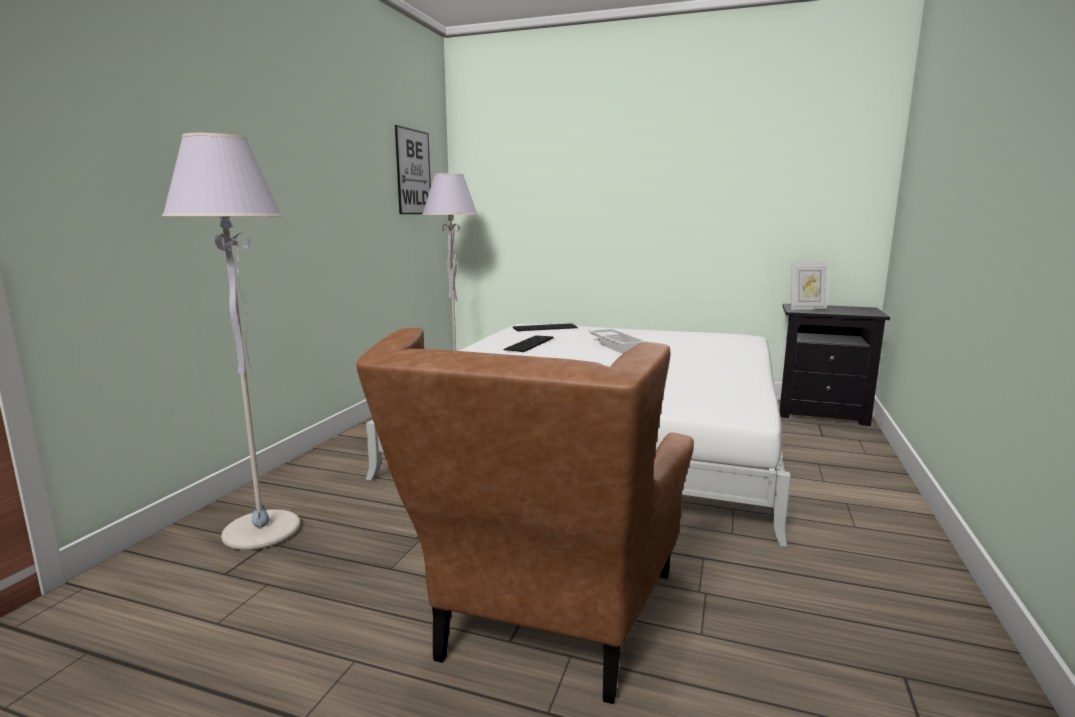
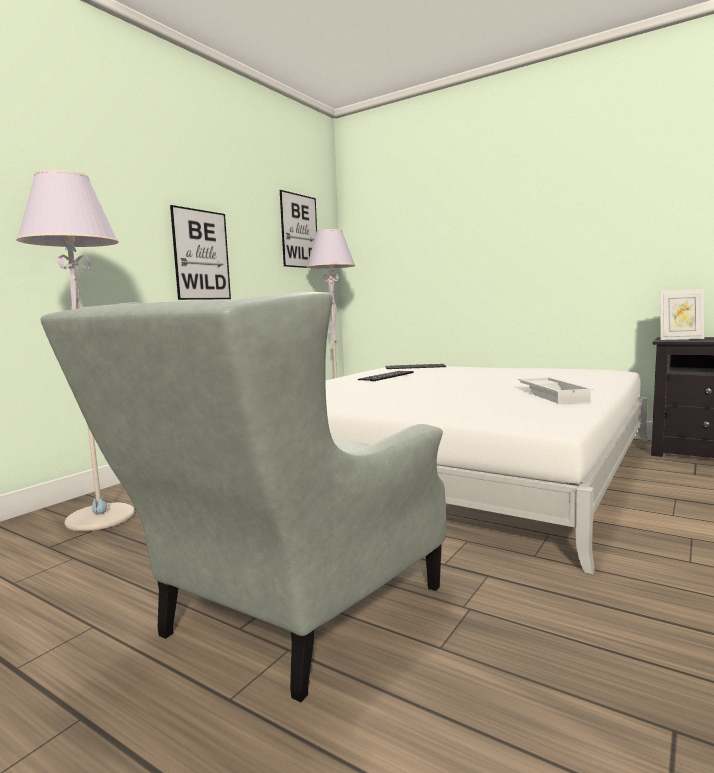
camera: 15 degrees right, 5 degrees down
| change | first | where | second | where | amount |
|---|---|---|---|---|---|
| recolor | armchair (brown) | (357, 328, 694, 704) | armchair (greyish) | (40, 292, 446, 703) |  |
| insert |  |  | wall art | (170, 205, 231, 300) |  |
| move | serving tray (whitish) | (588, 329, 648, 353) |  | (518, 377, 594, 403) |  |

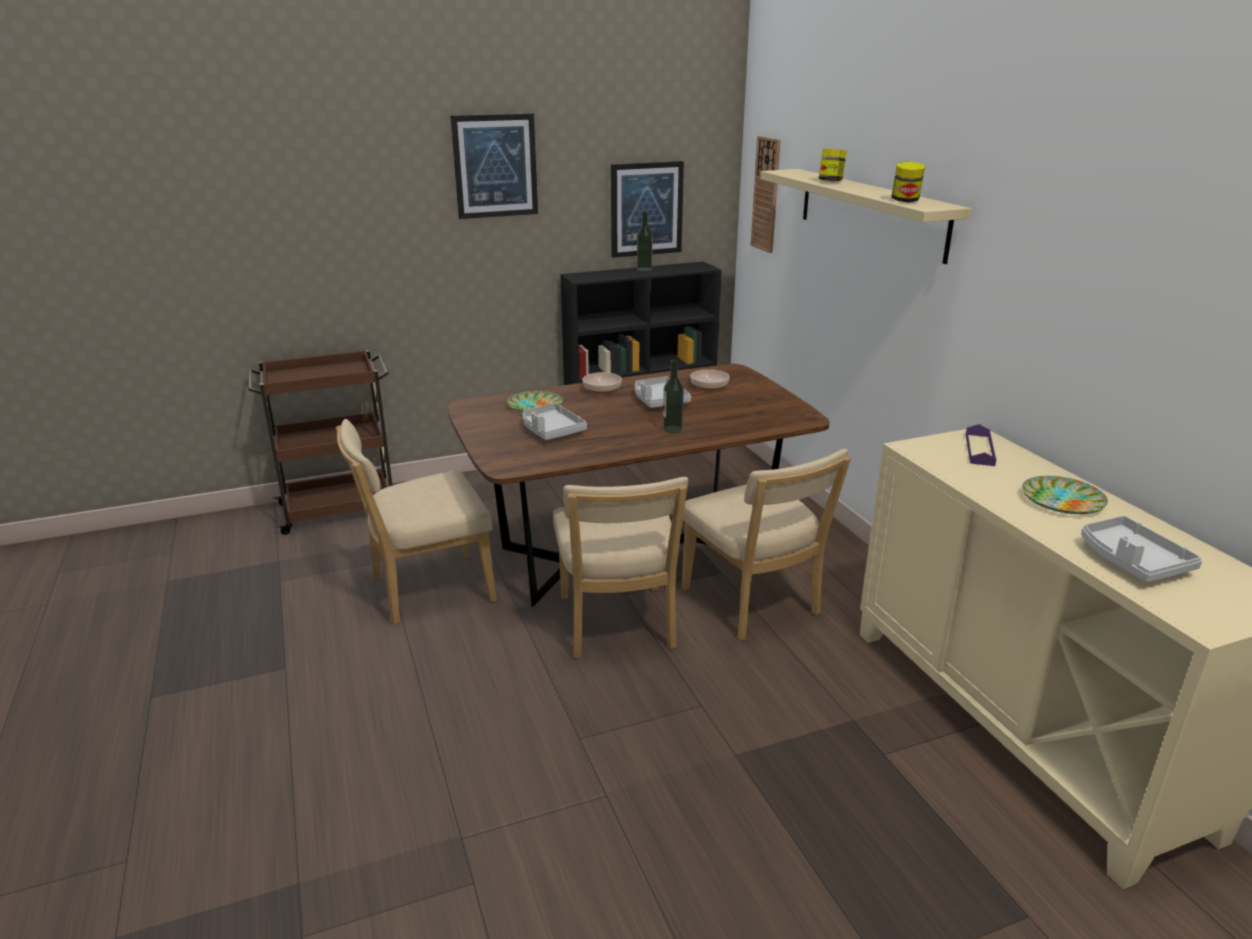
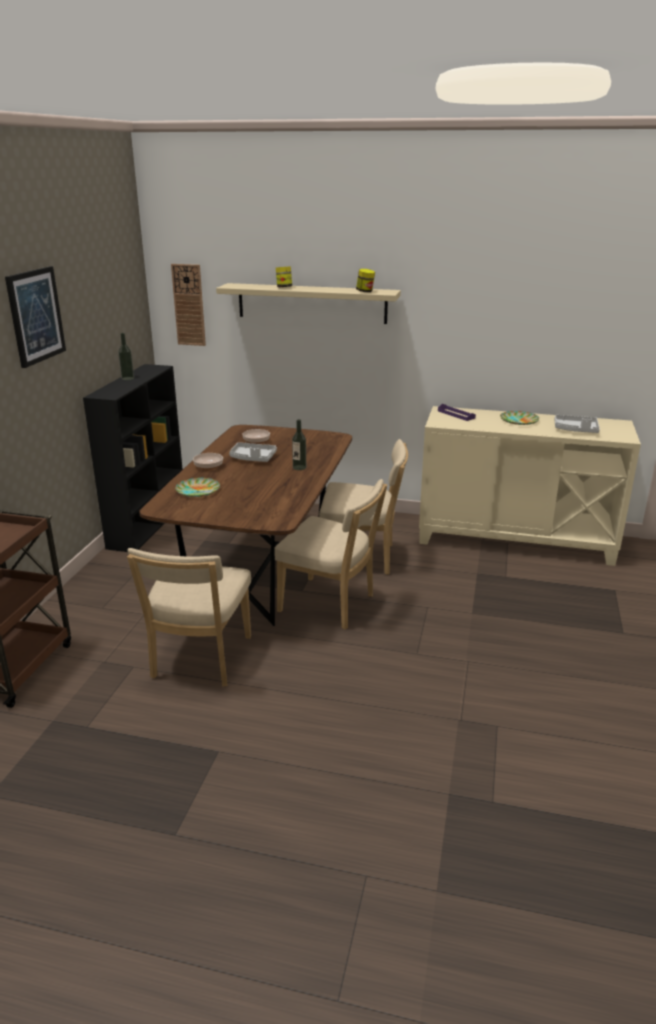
camera: 55 degrees left, 0 degrees up
| change | first | where | second | where | amount |
|---|---|---|---|---|---|
| delete | serving tray (greyish) | (523, 403, 587, 440) |  |  |  |
| delete | wall art | (611, 161, 684, 258) |  |  |  |

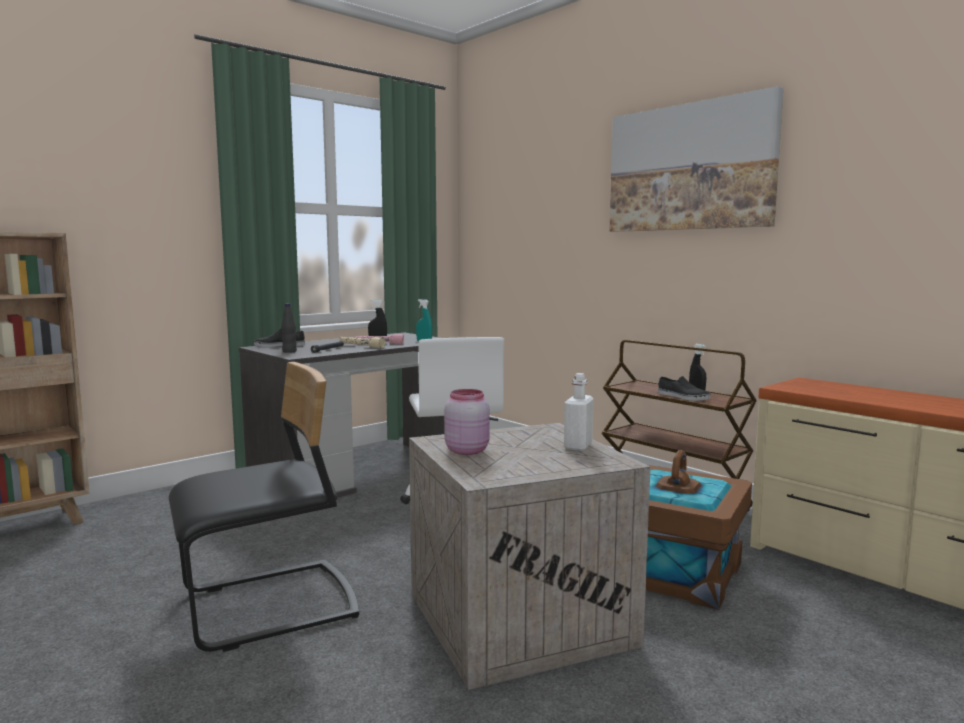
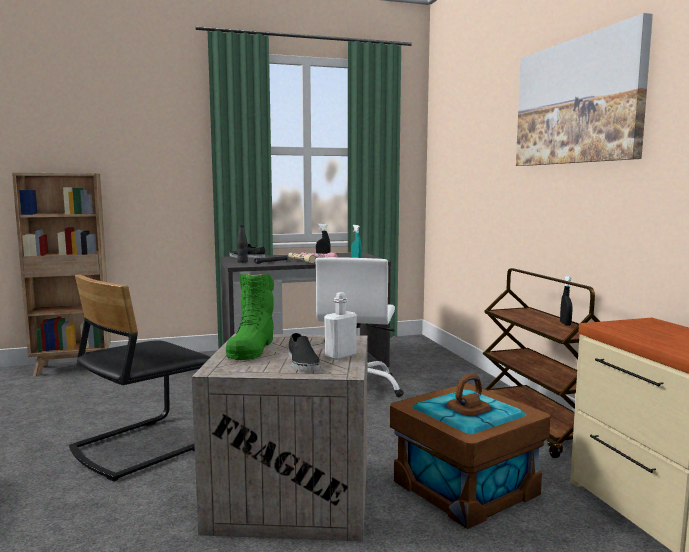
camera: 25 degrees right, 0 degrees up
| change | first | where | second | where | amount |
|---|---|---|---|---|---|
| rotate | chair (blackish) | (169, 362, 359, 652) |  | (69, 275, 211, 482) | 135 degrees clockwise |
| replace | storage jar (pink-coloured) | (444, 389, 490, 455) | boot (green) | (226, 273, 274, 360) |  |
| move | item of footwear (blackish) | (658, 376, 711, 401) |  | (288, 333, 320, 371) |  |

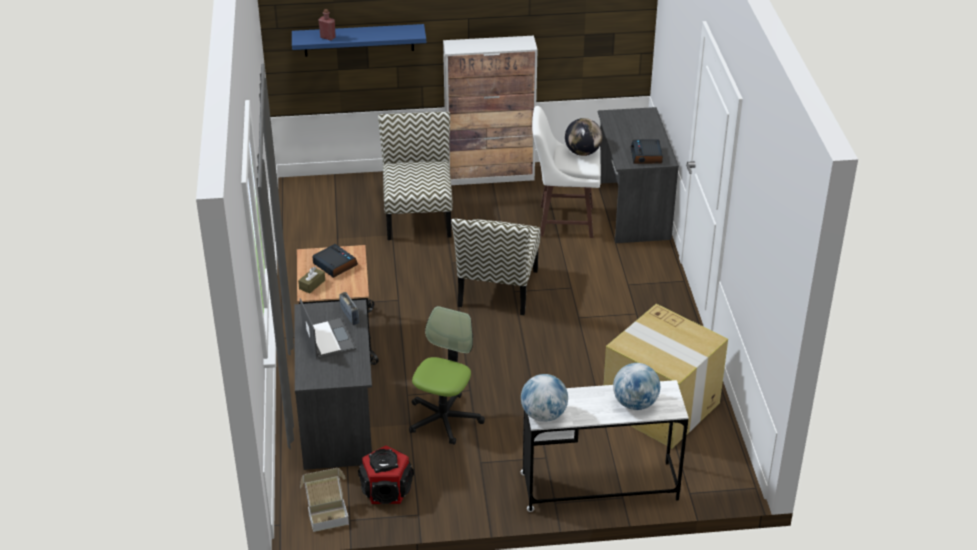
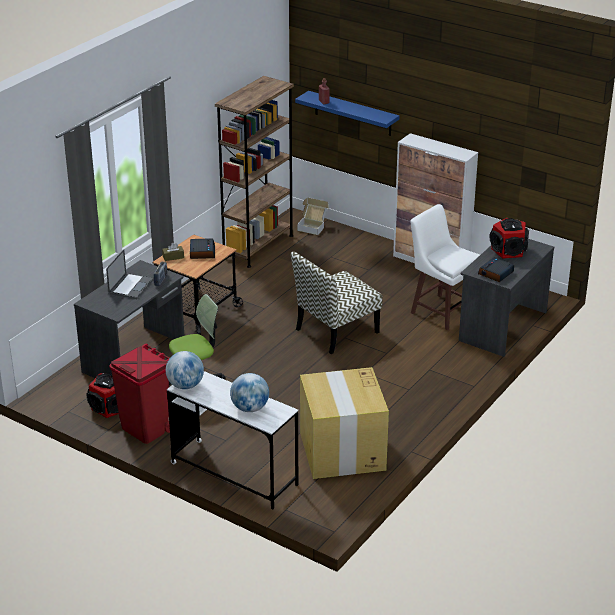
camera: 40 degrees right, 5 degrees down
| change | first | where | second | where | amount |
|---|---|---|---|---|---|
| insert |  |  | trash can (red) | (109, 343, 170, 444) |  |
| insert |  |  | shelving unit (brown) | (215, 76, 294, 268) |  |
| move | carton | (300, 468, 349, 532) |  | (297, 198, 329, 235) |  |
| insert |  |  | audio speaker | (489, 218, 529, 259) |  |
| delete | chair | (378, 112, 452, 240) |  |  |  |
| delete | globe | (565, 118, 602, 156) |  |  |  |

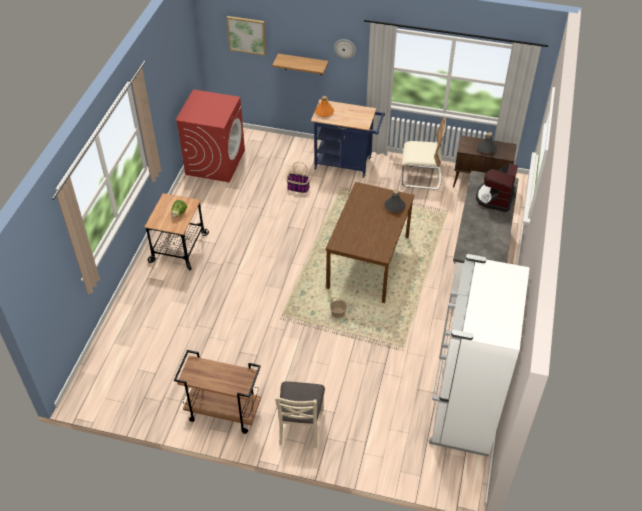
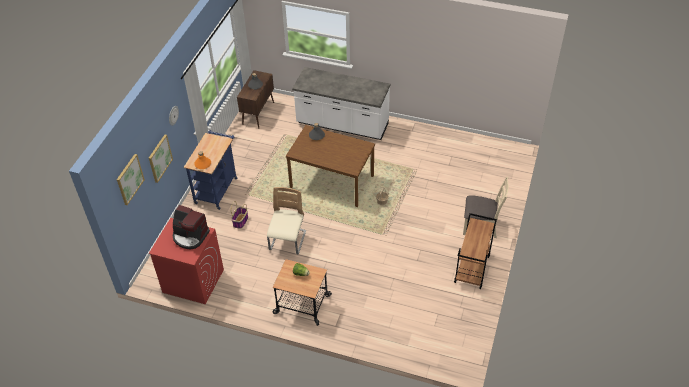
camera: 85 degrees left, 0 degrees up
| change | first | where | second | where | amount |
|---|---|---|---|---|---|
| replace | wall shelf | (272, 54, 328, 75) | wall art | (149, 135, 173, 183) |  |
| move | coffee machine | (476, 163, 518, 212) |  | (173, 205, 210, 250) |  |
| move | chair (beige-coloured) | (402, 116, 446, 190) |  | (267, 187, 306, 254) |  |
| delete | fridge (whitish) | (429, 254, 530, 457) |  |  |  |

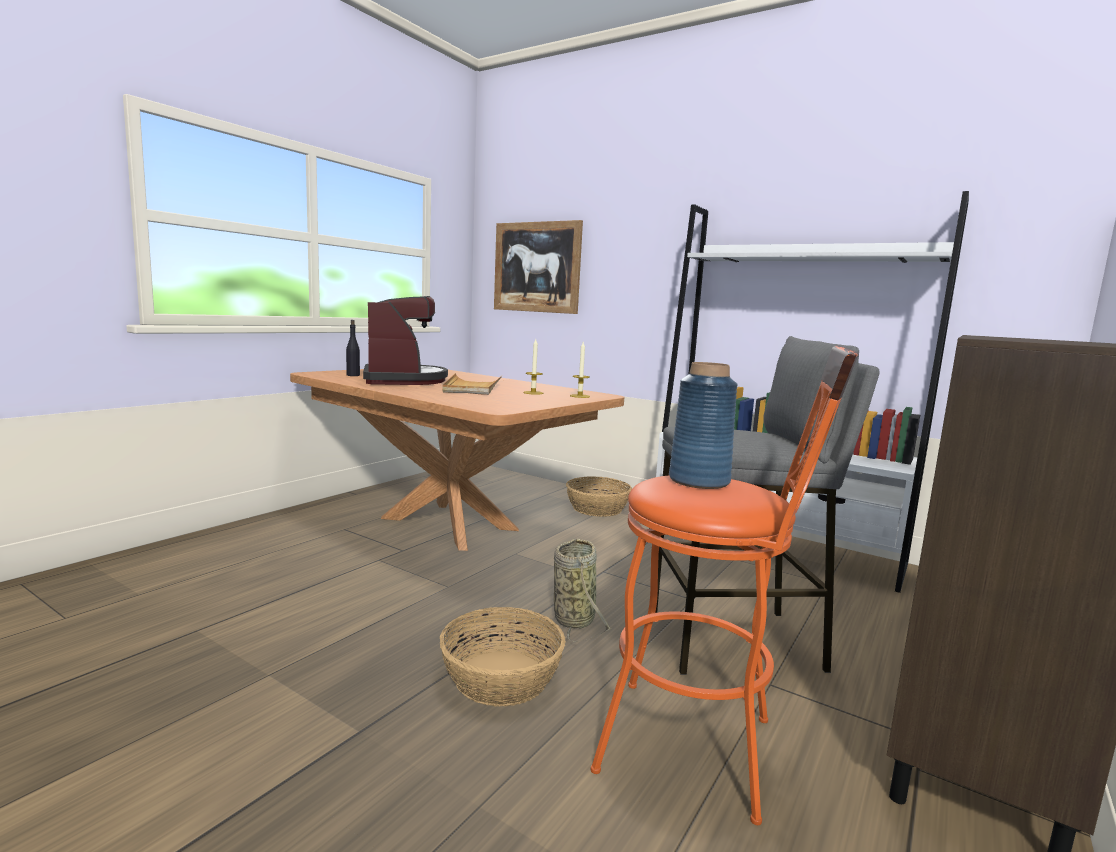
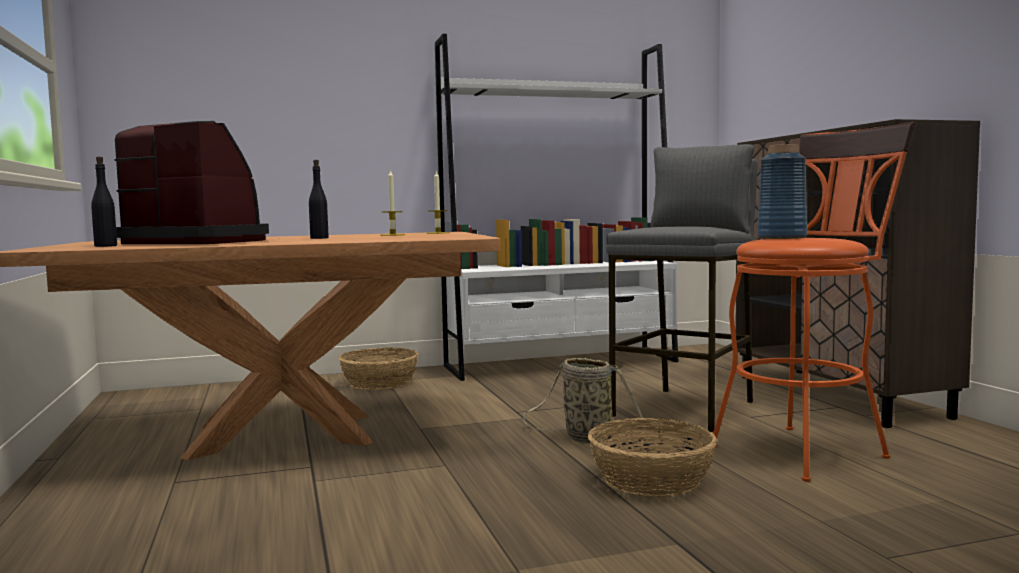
camera: 50 degrees left, 5 degrees down
| change | first | where | second | where | amount |
|---|---|---|---|---|---|
| replace | serving tray (beige-coloured) | (442, 373, 502, 395) | beverage bottle (blackish) | (309, 160, 329, 239) |  |
| delete | wall art | (494, 220, 583, 314) |  |  |  |

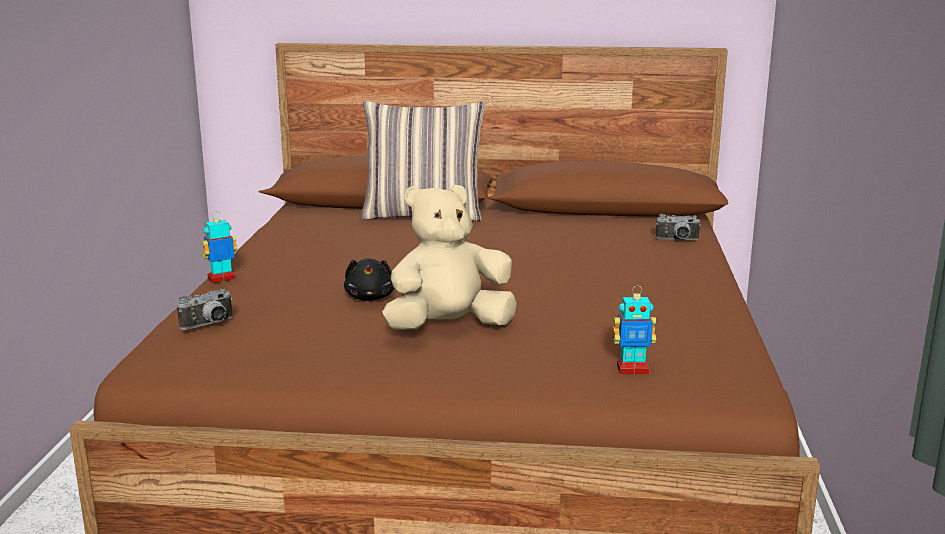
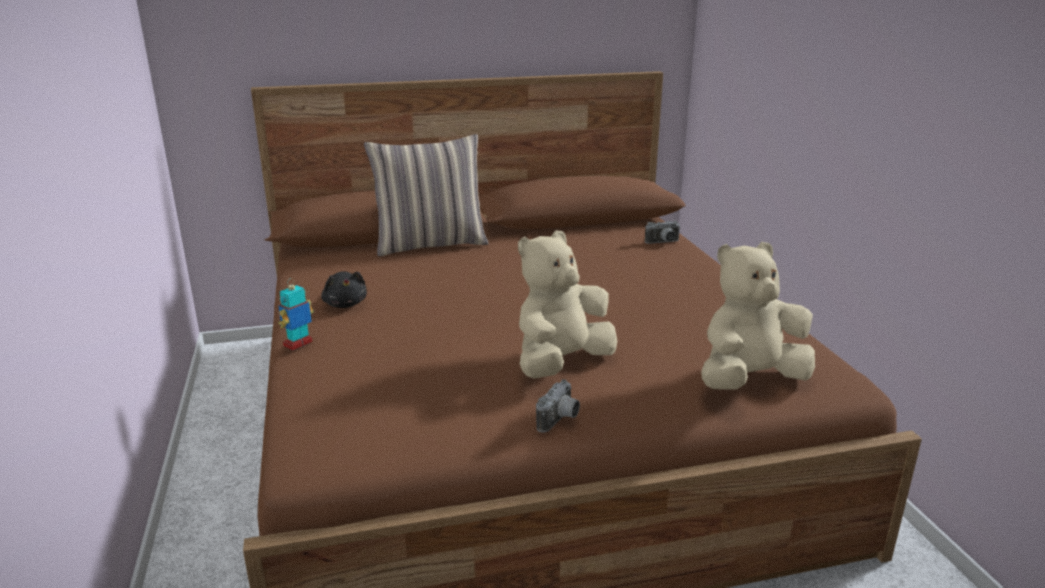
camera: 20 degrees left, 5 degrees up
| change | first | where | second | where | amount |
|---|---|---|---|---|---|
| move | plush toy (blackish) | (344, 258, 394, 301) |  | (321, 271, 367, 308) |  |
| move | still camera | (177, 288, 233, 330) |  | (536, 379, 580, 432) |  |
| replace | model robot | (613, 286, 656, 374) | plush toy (beige-coloured) | (701, 242, 815, 390) |  |

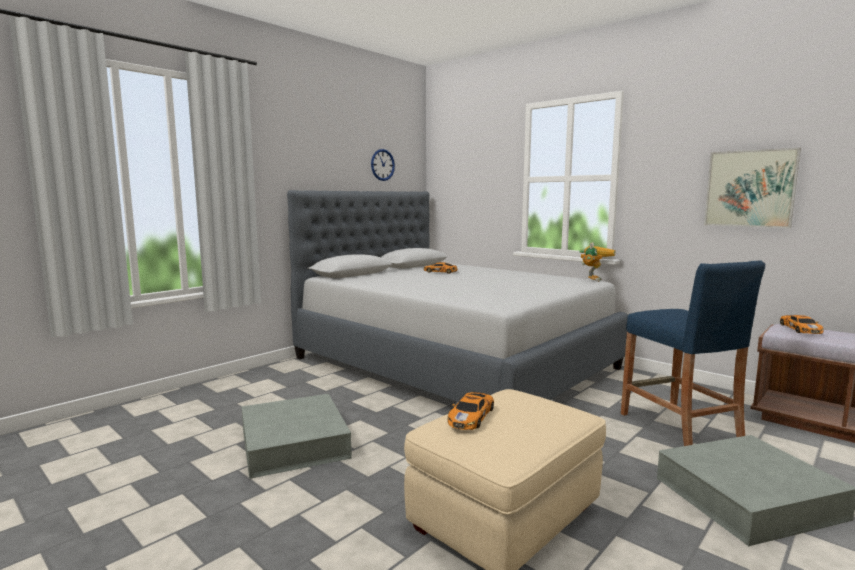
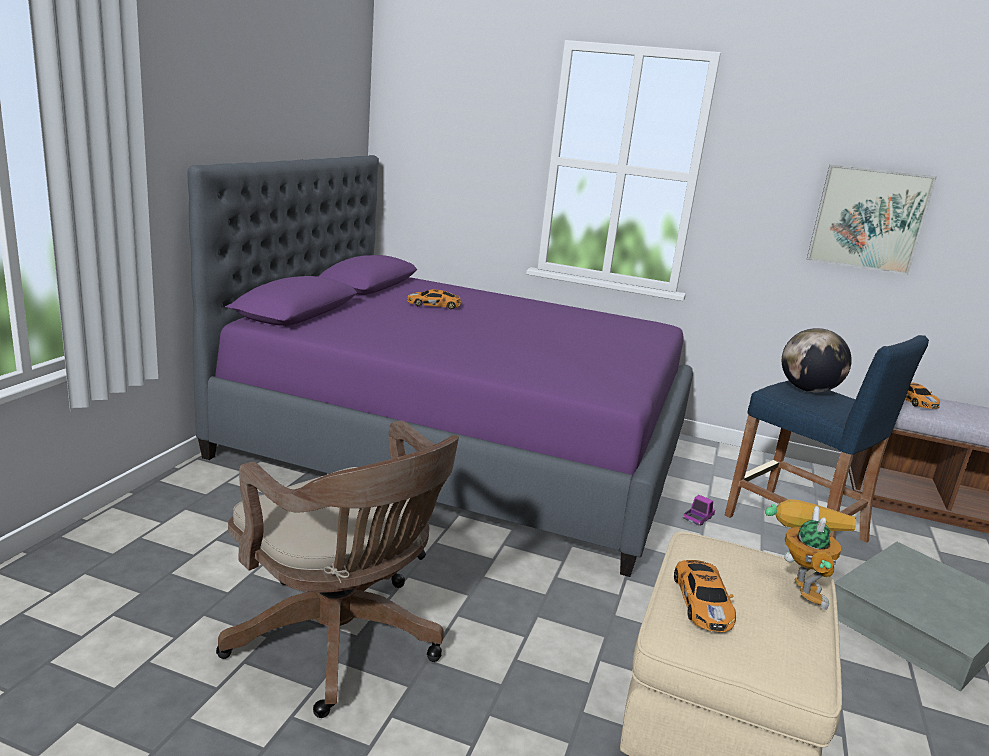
camera: 25 degrees left, 10 degrees up
| change | first | where | second | where | amount |
|---|---|---|---|---|---|
| recolor | bed (greyish) | (287, 190, 628, 402) | bed (purple-coloured) | (187, 155, 693, 577) |  |
| replace | storage box (greyish) | (242, 394, 352, 479) | office chair (brown) | (216, 420, 459, 718) |  |
| insert |  |  | model truck | (683, 495, 715, 526) |  |
| move | model robot | (579, 242, 616, 282) |  | (765, 499, 856, 610) |  |
| insert |  |  | globe | (782, 328, 852, 393) |  |
| delete | clock on the wall | (371, 149, 395, 181) |  |  |  |

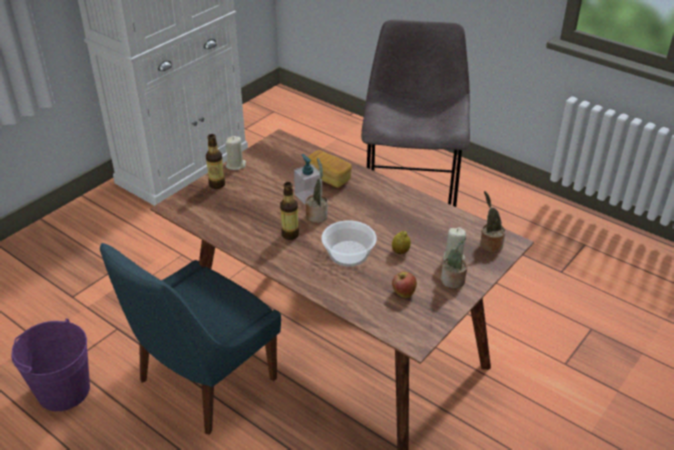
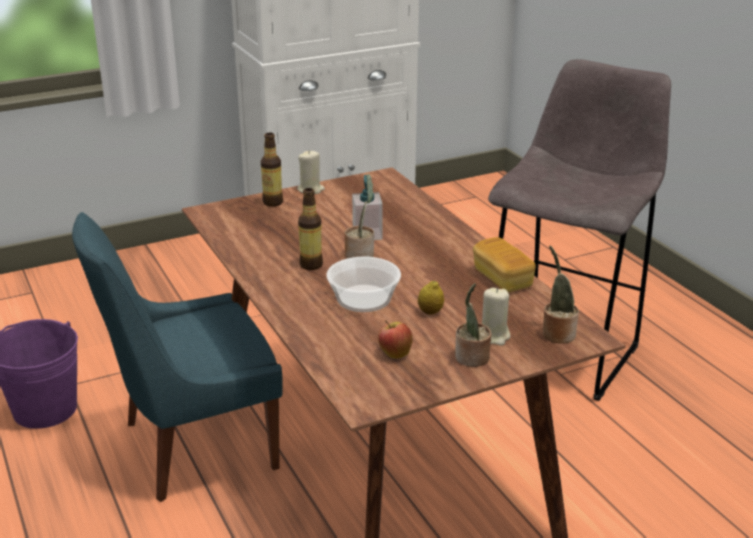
camera: 25 degrees right, 10 degrees down
| change | first | where | second | where | amount |
|---|---|---|---|---|---|
| move | bread | (305, 150, 352, 188) |  | (473, 237, 536, 292) |  |

